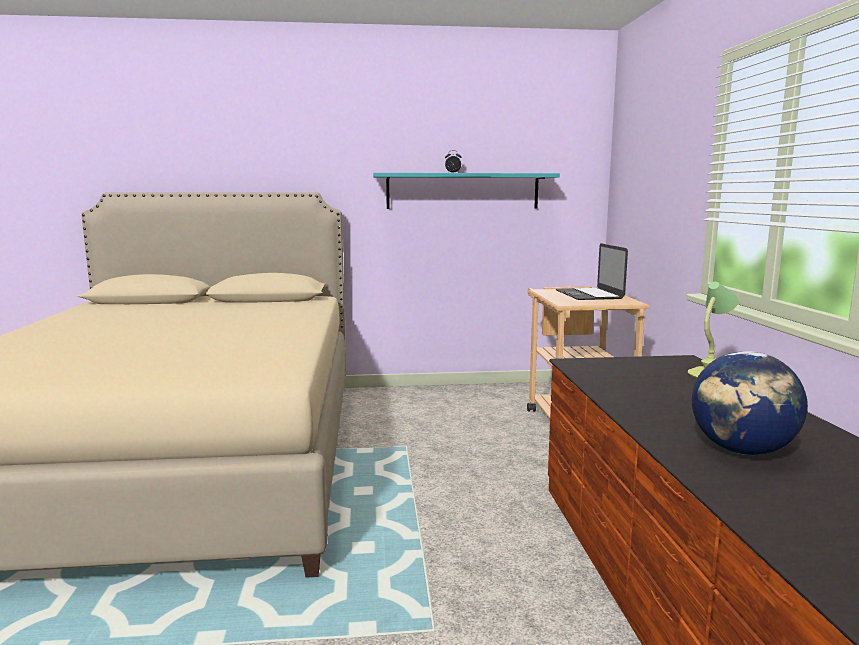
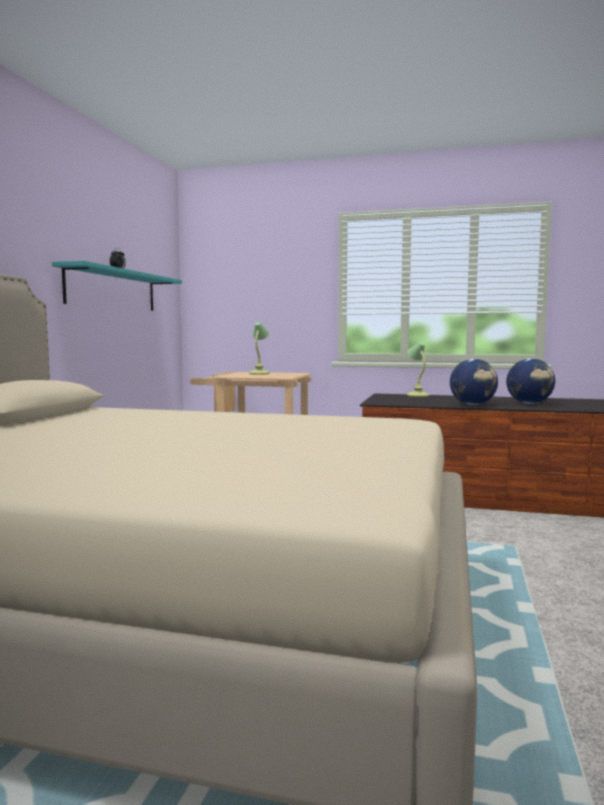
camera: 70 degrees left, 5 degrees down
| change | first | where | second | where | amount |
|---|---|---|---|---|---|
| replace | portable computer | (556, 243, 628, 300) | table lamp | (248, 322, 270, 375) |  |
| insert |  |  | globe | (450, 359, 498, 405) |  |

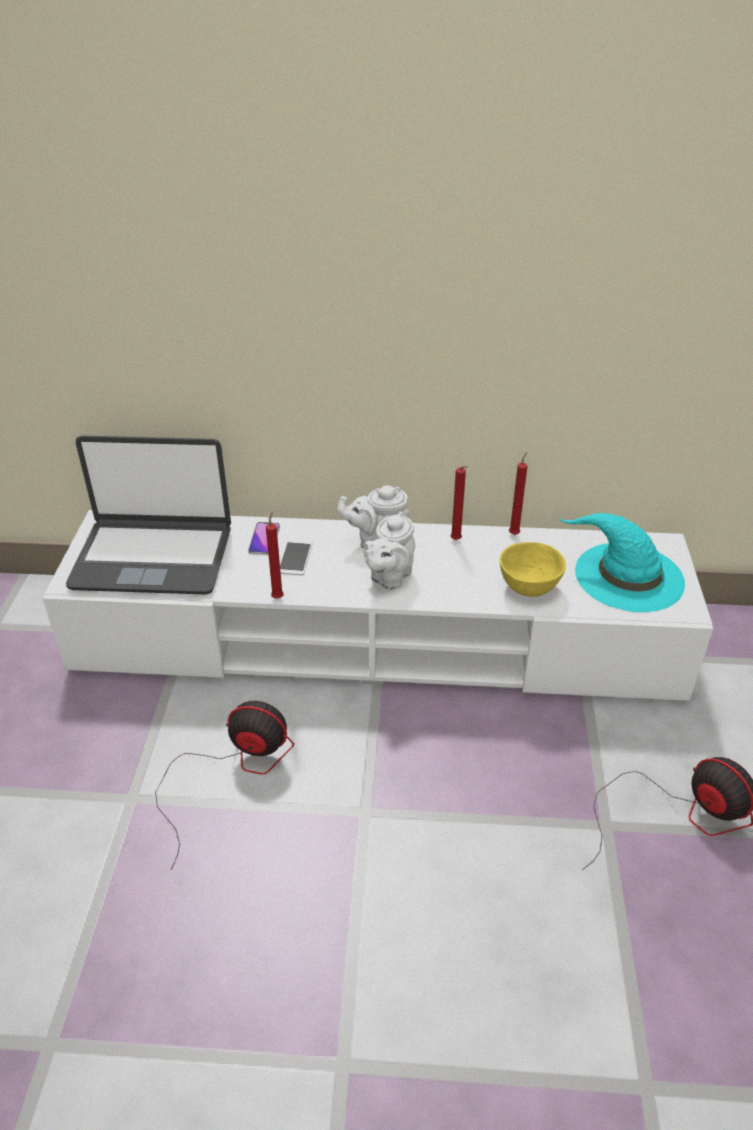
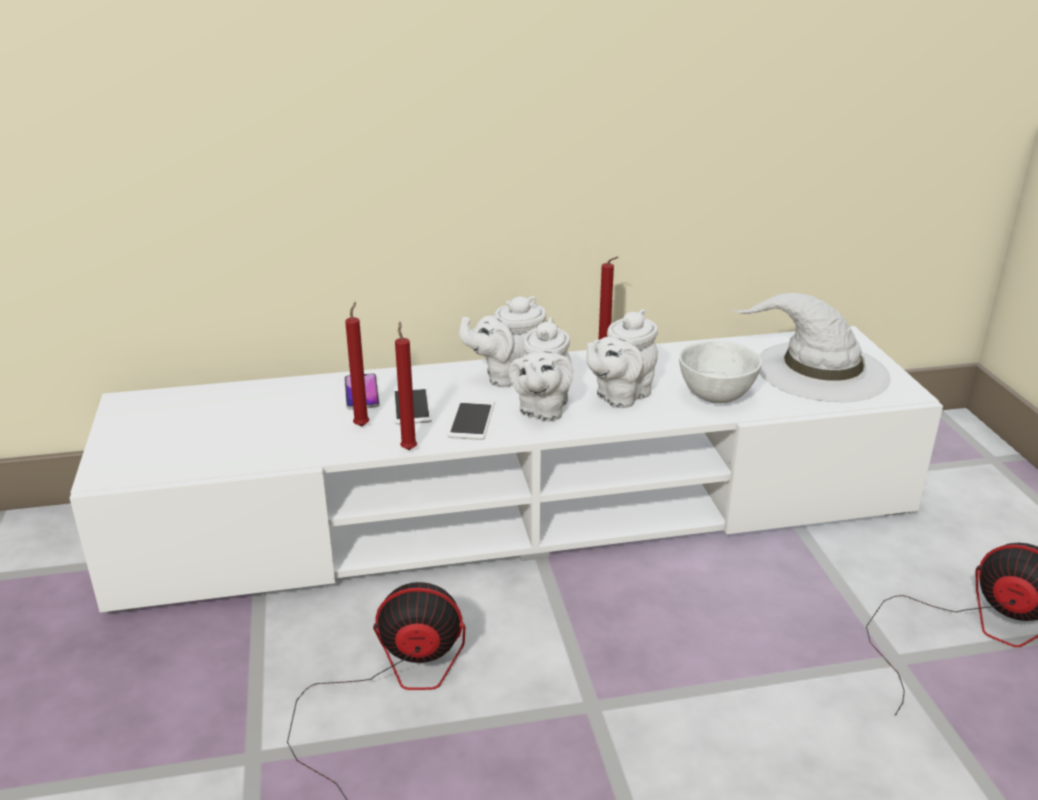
camera: 15 degrees left, 10 degrees down
| change | first | where | second | where | amount |
|---|---|---|---|---|---|
| move | wax light (red) | (509, 452, 528, 535) |  | (345, 302, 369, 427) |  |
| insert |  |  | handset | (448, 399, 495, 440) |  |
| insert |  |  | pot for tea (whitish) | (586, 309, 658, 408) |  |
| recolor | serving bowl (yellow-coloured) | (500, 542, 566, 597) | serving bowl (whitish) | (679, 341, 762, 403) |  |
| recolor | wearable hat (turquoise-coloured) | (558, 513, 685, 612) | wearable hat (whitish) | (732, 293, 891, 402) |  |
| delete | portable computer | (66, 435, 231, 595) |  |  |  |

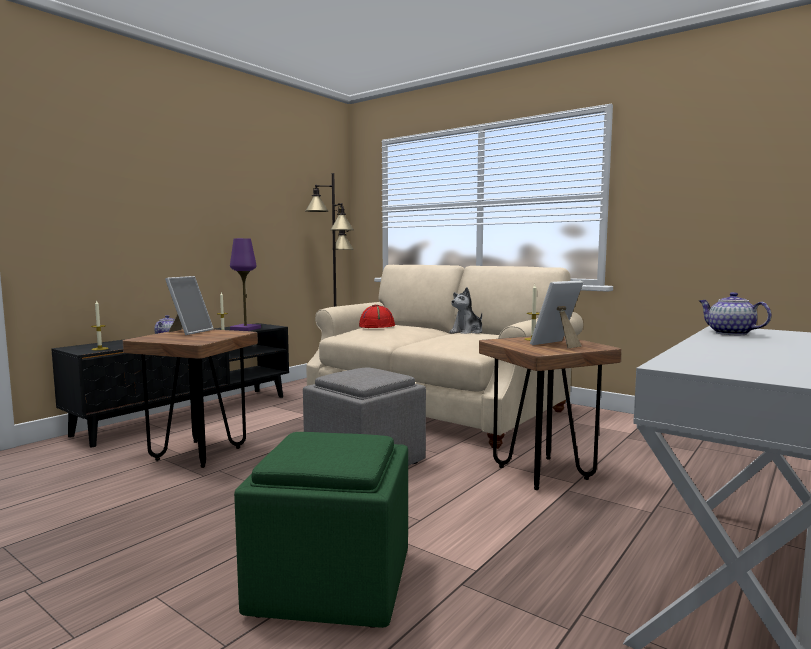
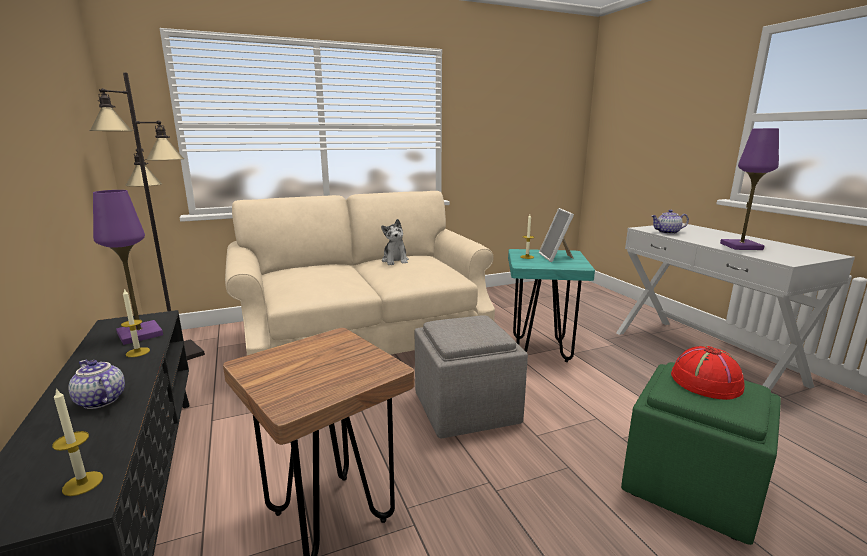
camera: 60 degrees left, 10 degrees up
| change | first | where | second | where | amount |
|---|---|---|---|---|---|
| recolor | sitting stool (brown) | (479, 336, 621, 490) | sitting stool (turquoise-coloured) | (508, 249, 595, 362) |  |
| move | wearable hat (red) | (359, 305, 395, 328) |  | (671, 346, 745, 400) |  |
| insert |  |  | table lamp (purple-coloured) | (720, 128, 779, 250) |  |
| delete | standing frame | (165, 276, 214, 335) |  |  |  |

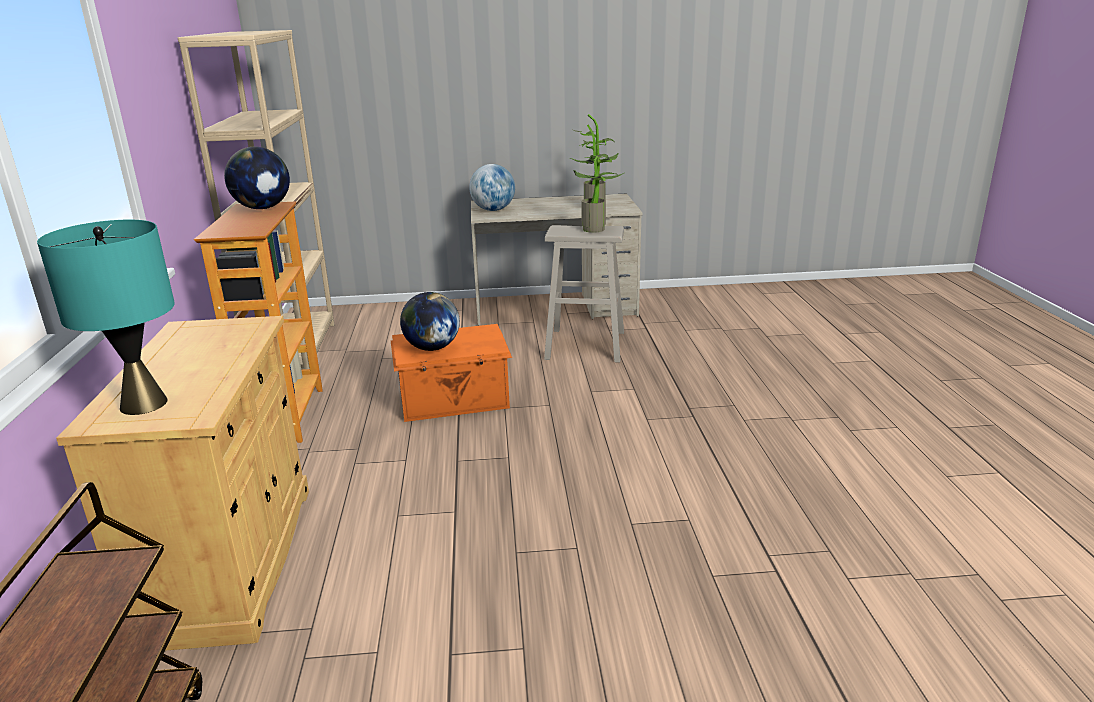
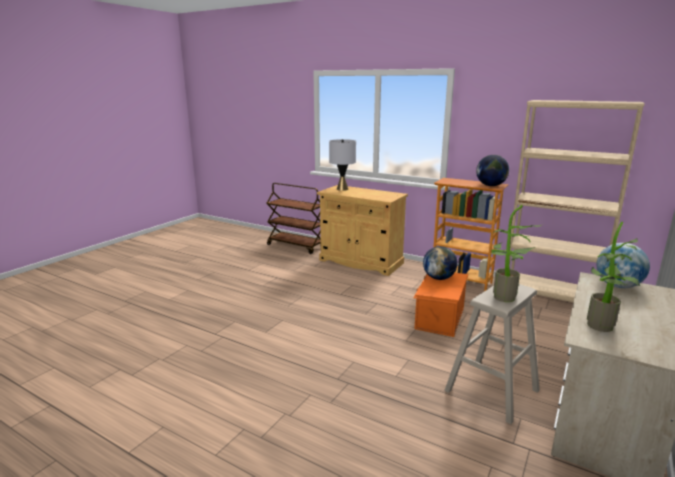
camera: 125 degrees right, 5 degrees down
| change | first | where | second | where | amount |
|---|---|---|---|---|---|
| recolor | table lamp (turquoise-coloured) | (37, 220, 175, 415) | table lamp (greyish) | (329, 139, 356, 191) |  |

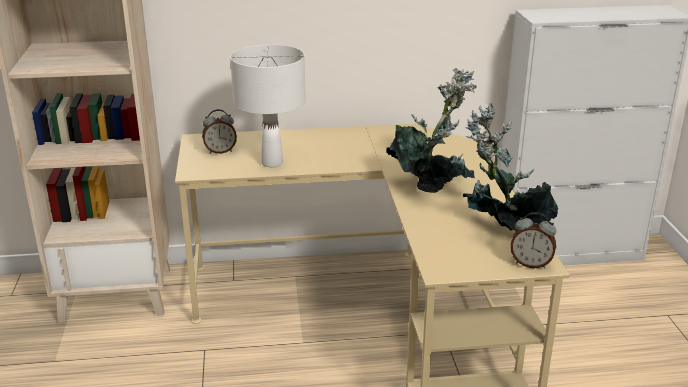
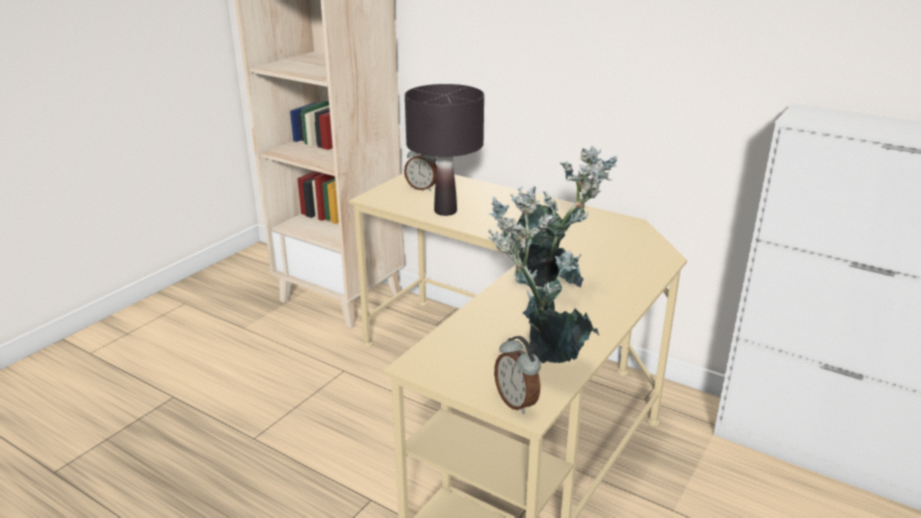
camera: 40 degrees right, 0 degrees up
| change | first | where | second | where | amount |
|---|---|---|---|---|---|
| recolor | table lamp (whitish) | (230, 45, 306, 167) | table lamp (blackish) | (405, 84, 484, 216) |  |

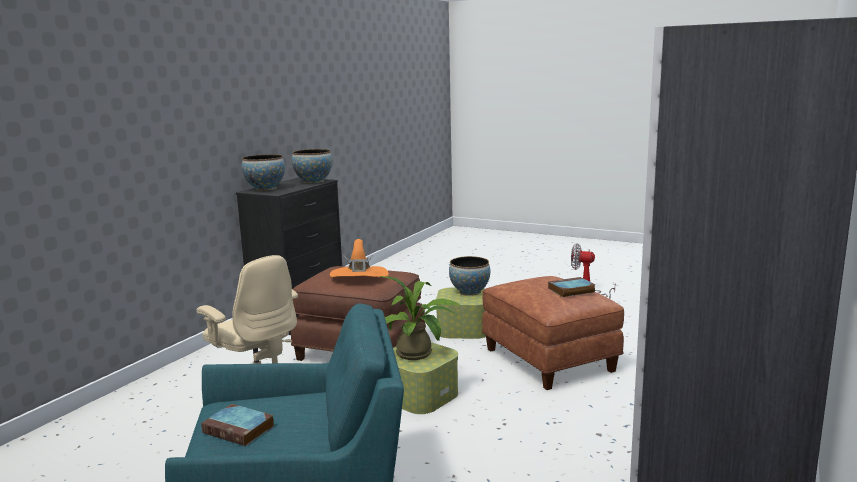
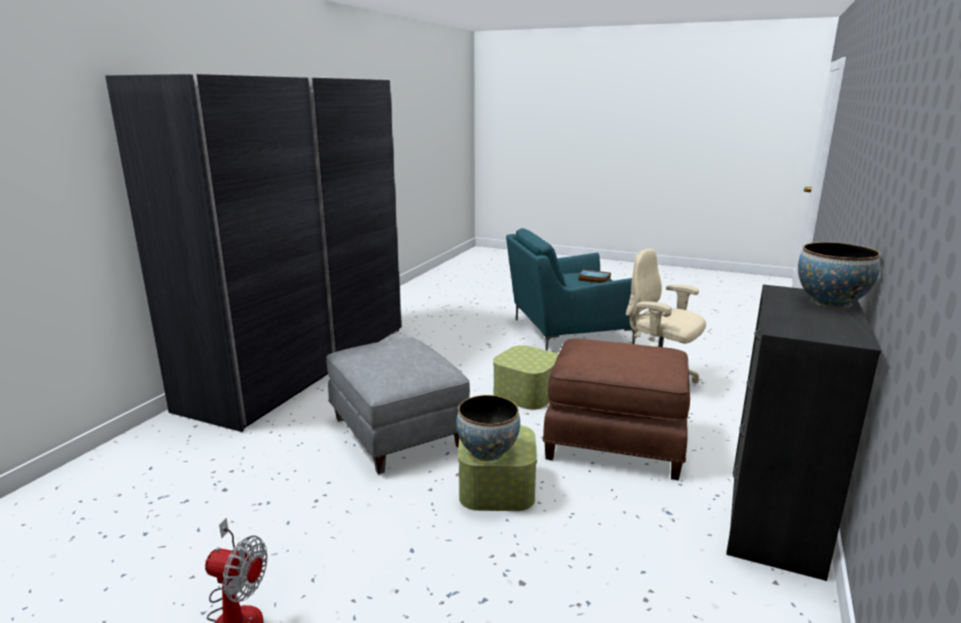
camera: 175 degrees right, 5 degrees up
| change | first | where | second | where | amount |
|---|---|---|---|---|---|
| recolor | footrest (brown) | (482, 276, 624, 390) | footrest (greyish) | (326, 337, 470, 474) |  |
| delete | serving bowl | (292, 149, 332, 183) |  |  |  |
| delete | wearable hat (orange) | (330, 239, 389, 277) |  |  |  |
| delete | houseplant | (380, 276, 461, 360) |  |  |  |
| delete | book | (548, 277, 595, 297) |  |  |  |

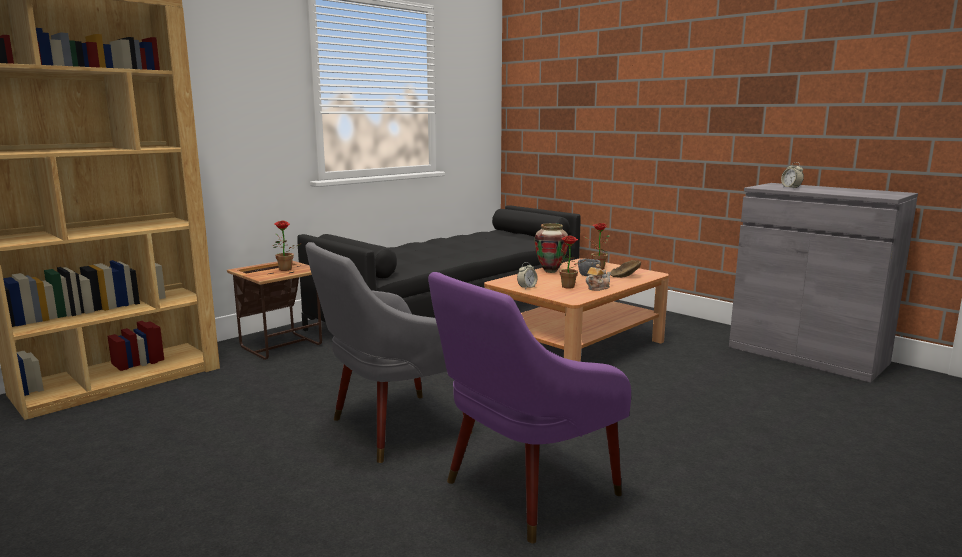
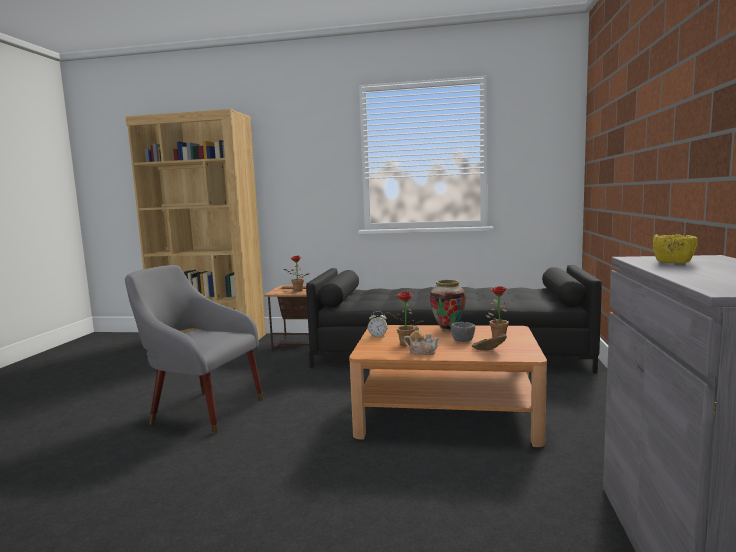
camera: 55 degrees right, 5 degrees down
| change | first | where | second | where | amount |
|---|---|---|---|---|---|
| replace | bedside clock | (781, 162, 804, 189) | serving bowl (yellow-coloured) | (653, 234, 698, 264) |  |
| delete | armchair (purple-coloured) | (428, 272, 631, 544) |  |  |  |

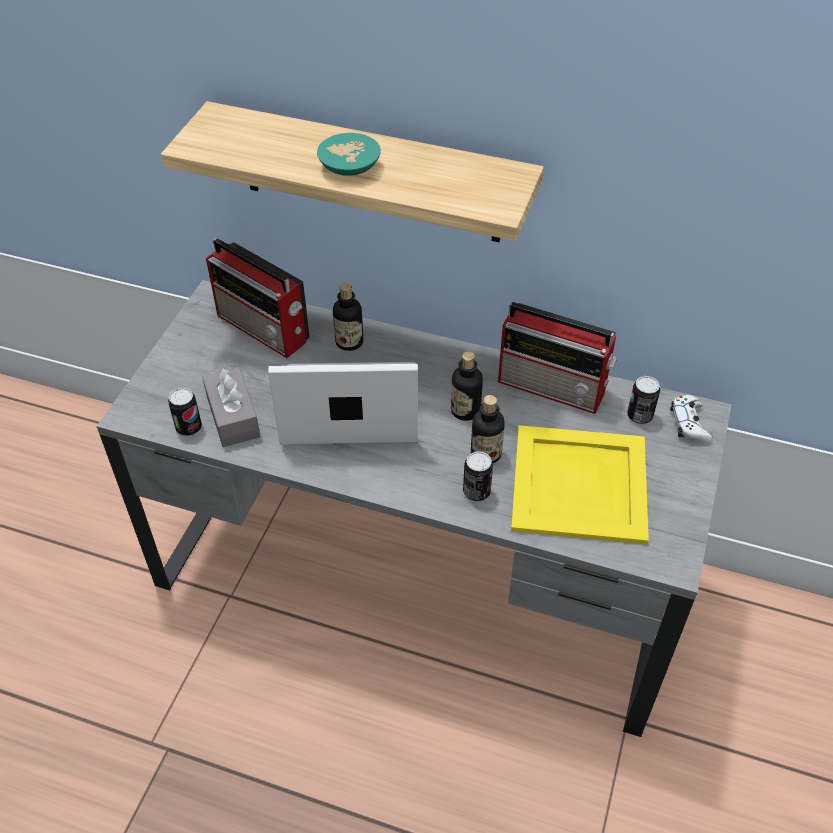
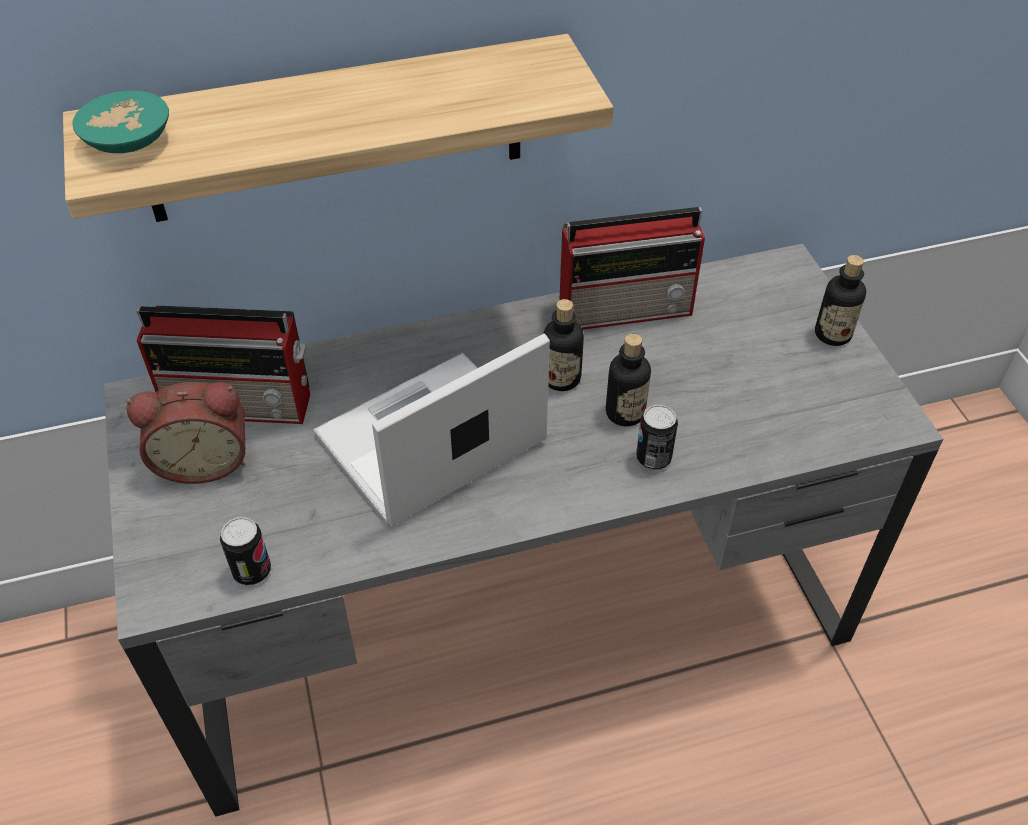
camera: 35 degrees left, 0 degrees up
| change | first | where | second | where | amount |
|---|---|---|---|---|---|
| move | serving bowl (turquoise-coloured) | (317, 133, 381, 176) |  | (72, 91, 169, 153) |  |
| insert |  |  | bedside clock | (126, 382, 245, 484) |  |
| move | beverage bottle | (333, 283, 363, 351) |  | (815, 255, 866, 346) |  |
| delete | box of tissues (greyish) | (202, 367, 261, 447) |  |  |  |
| delete | serving tray (yellow-coloured) | (511, 425, 649, 544) |  |  |  |
| delete | sealed can | (627, 376, 660, 424) |  |  |  |
| delete | joypad (whitish) | (670, 395, 713, 444) |  |  |  |

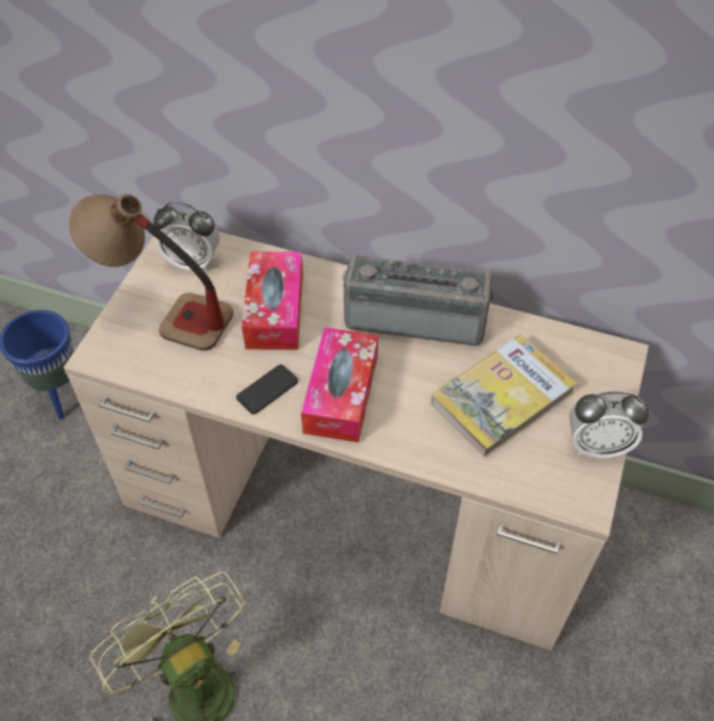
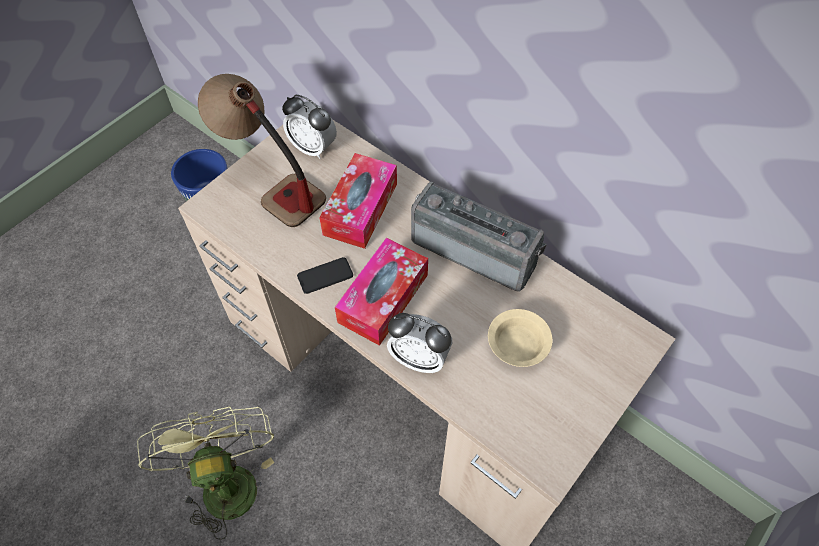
camera: 20 degrees right, 5 degrees up
| change | first | where | second | where | amount |
|---|---|---|---|---|---|
| move | bedside clock | (570, 391, 650, 458) |  | (387, 313, 452, 373) |  |
| replace | book | (431, 334, 577, 458) | serving bowl (beige-coloured) | (488, 309, 553, 367) |  |

